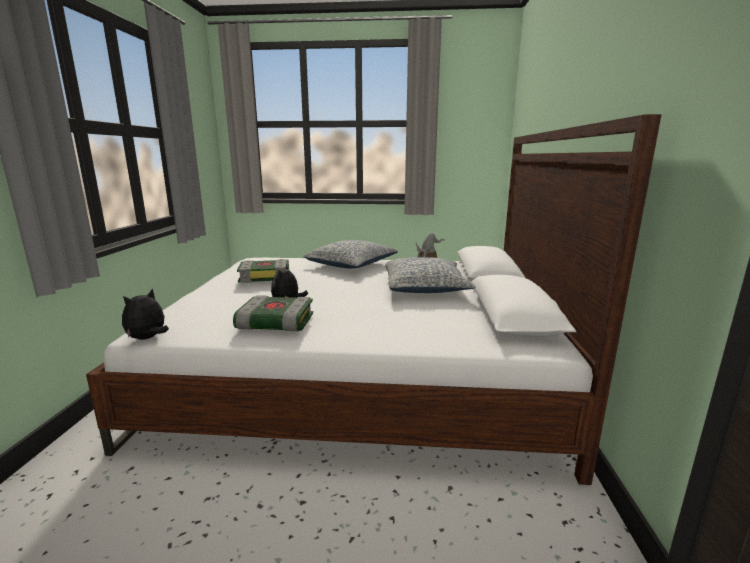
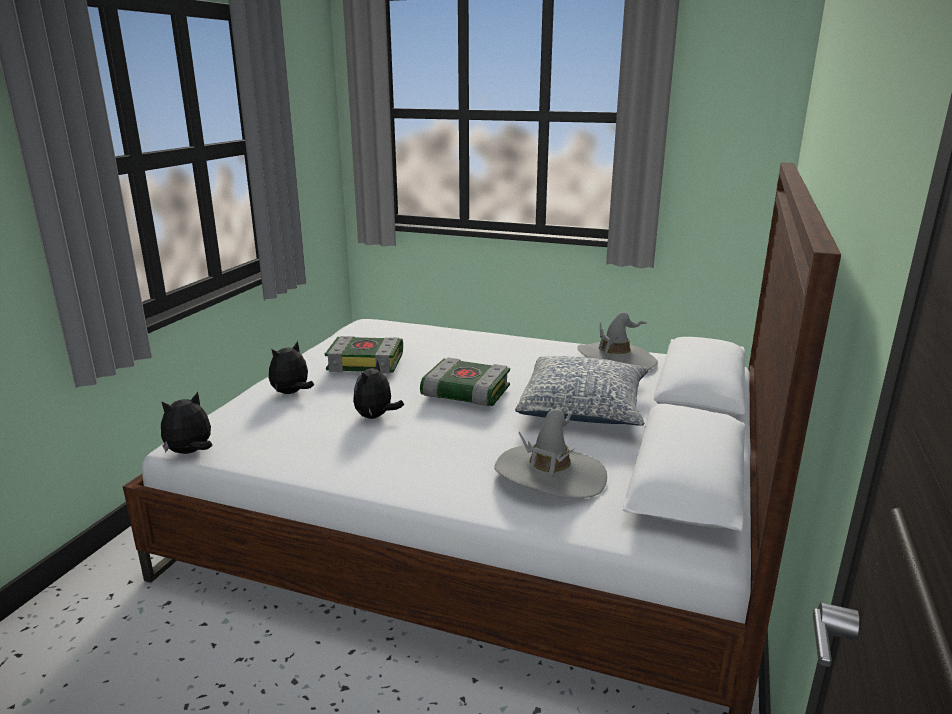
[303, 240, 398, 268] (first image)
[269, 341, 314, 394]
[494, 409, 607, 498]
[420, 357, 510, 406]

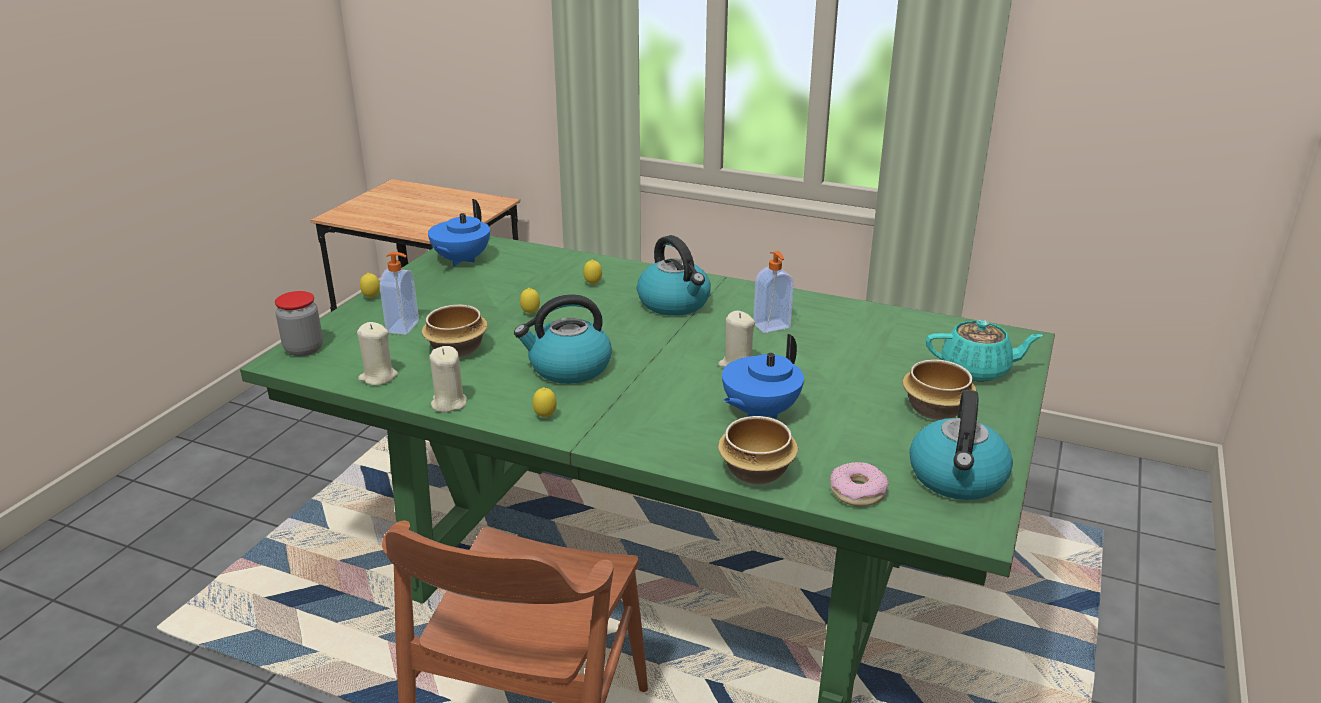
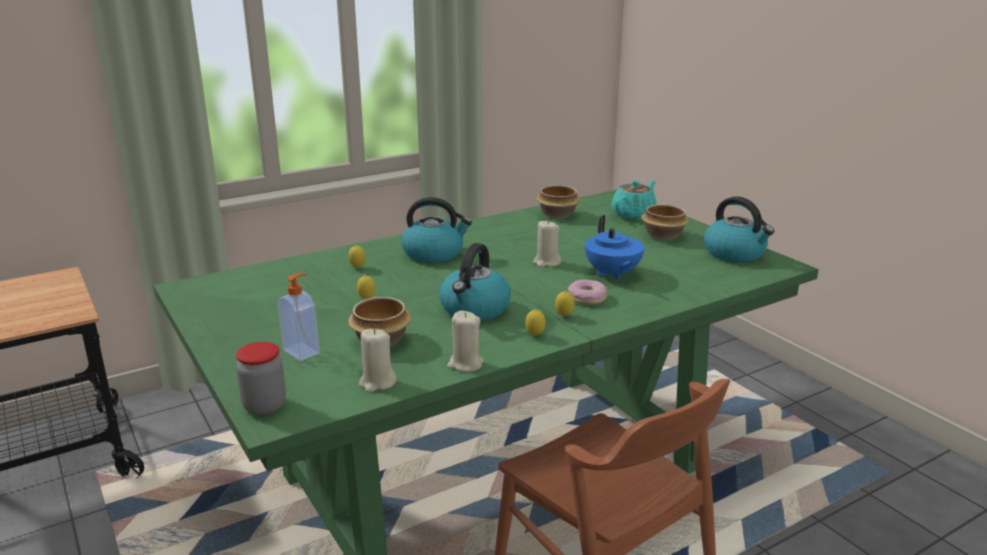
[428, 199, 490, 267] (first image)
[753, 251, 794, 333] (first image)
[555, 291, 574, 317]
[536, 185, 580, 219]
[568, 279, 607, 305]

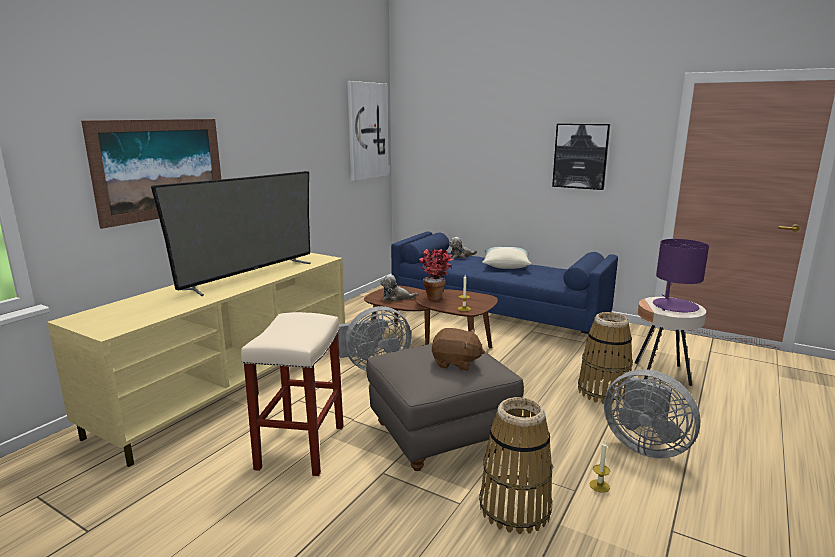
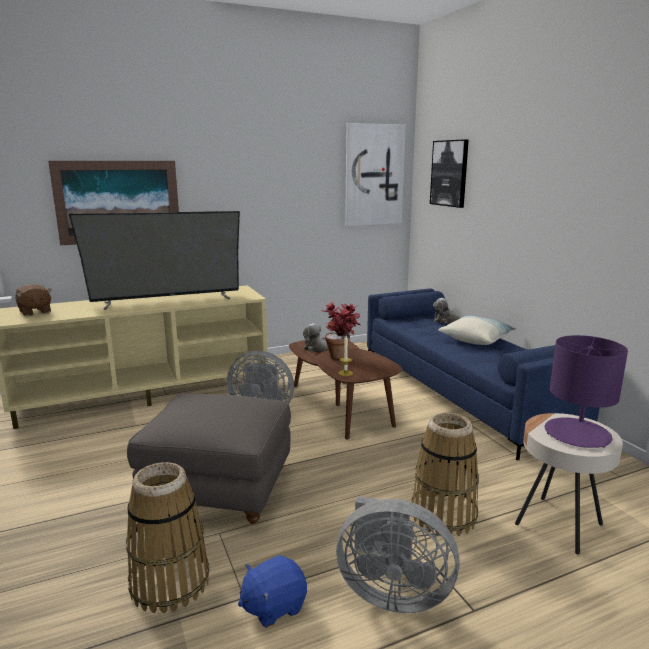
[241, 312, 343, 476] (first image)
[15, 284, 52, 316]
[430, 139, 469, 208]
[238, 555, 307, 628]
[336, 496, 460, 613]

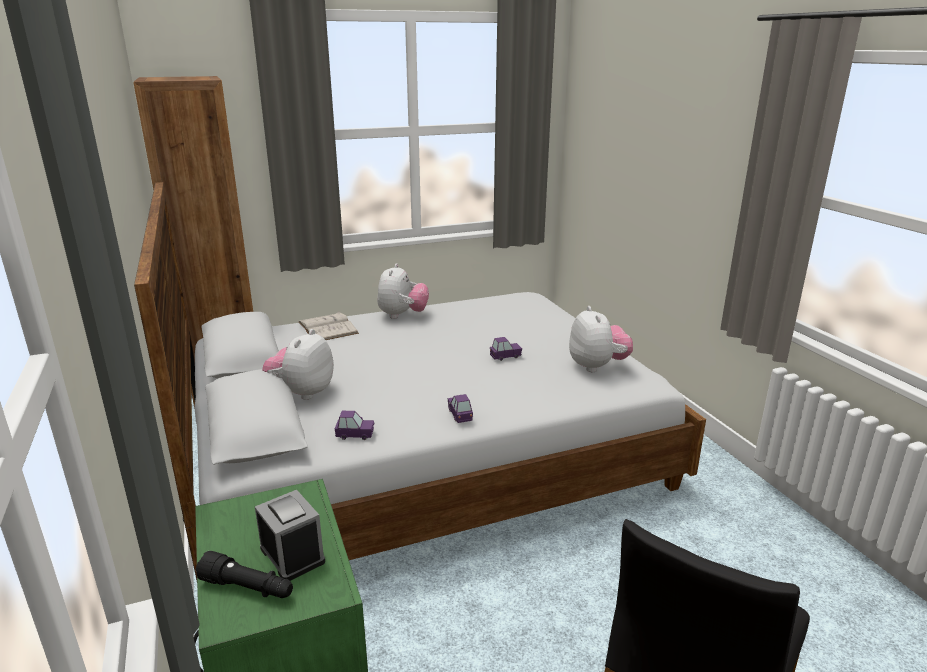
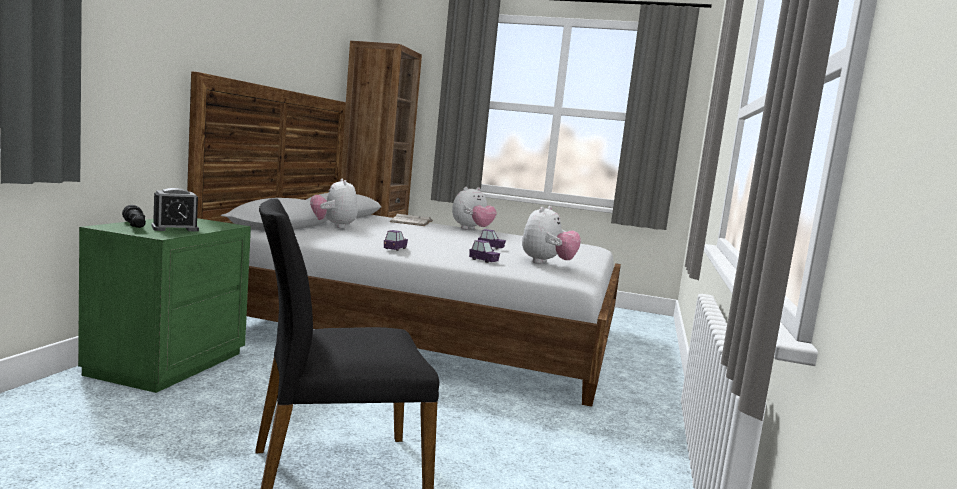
[469, 240, 500, 263]
[151, 188, 199, 231]
[310, 179, 358, 228]

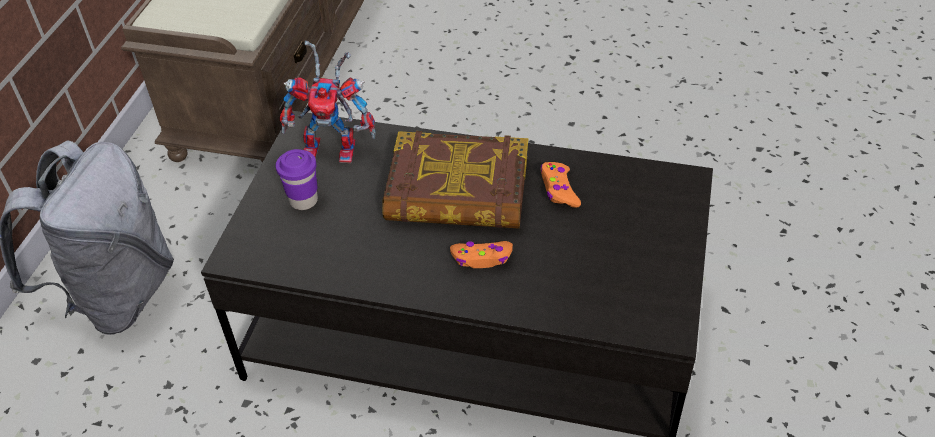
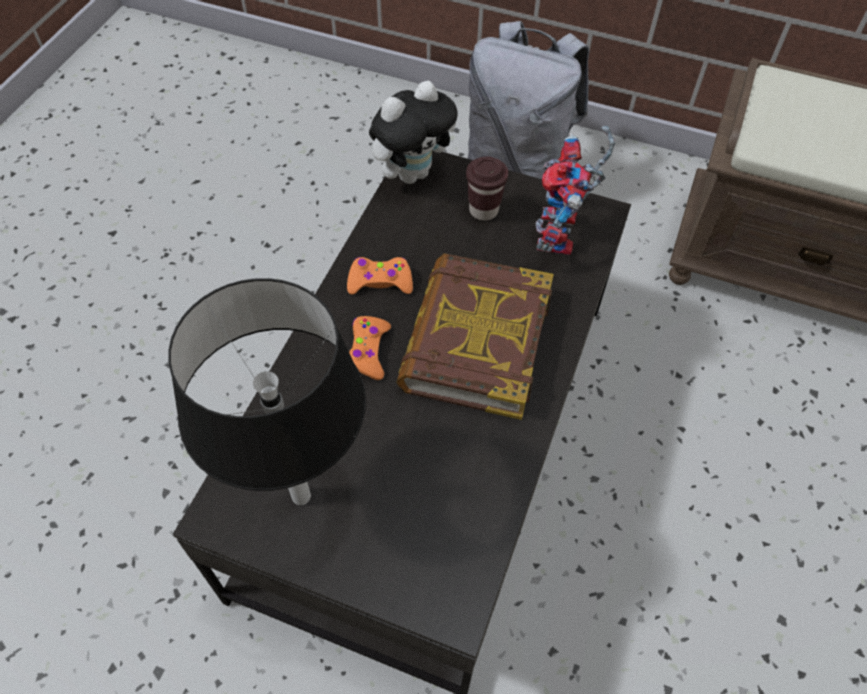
[168, 278, 366, 505]
[369, 81, 458, 184]
[347, 257, 413, 295]
[466, 157, 508, 221]

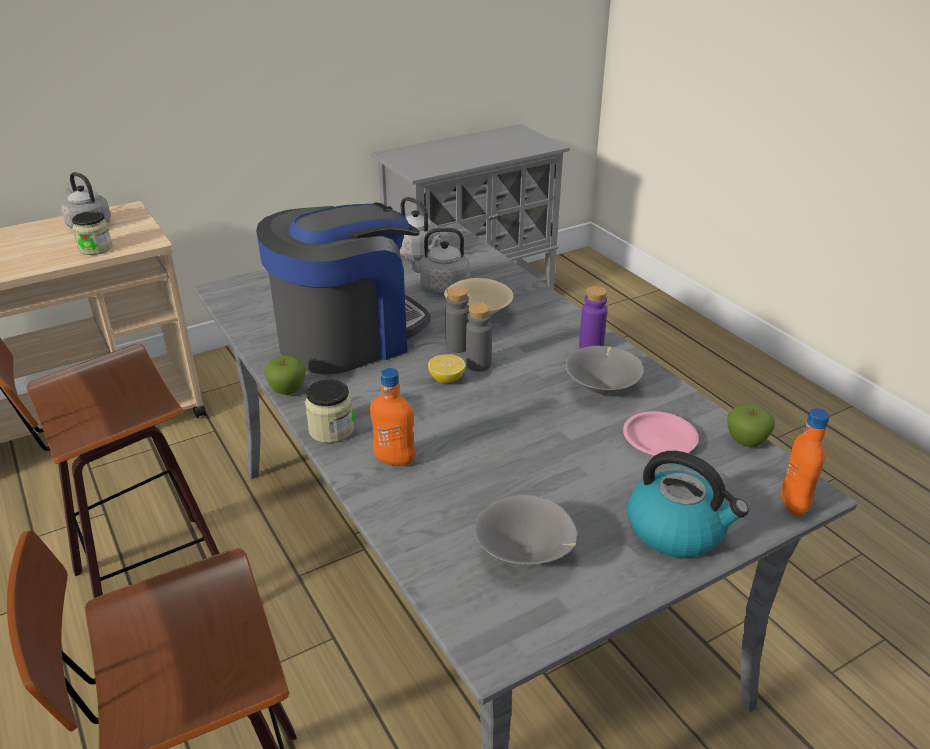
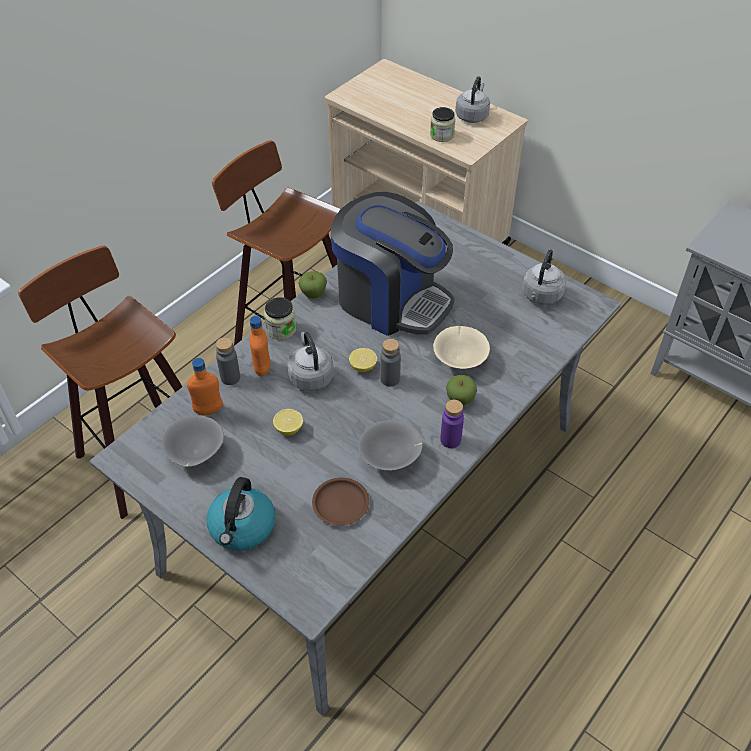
[273, 409, 303, 435]
[287, 332, 334, 391]
[216, 337, 240, 385]
[446, 375, 477, 406]
[187, 358, 223, 415]
[312, 477, 369, 526]

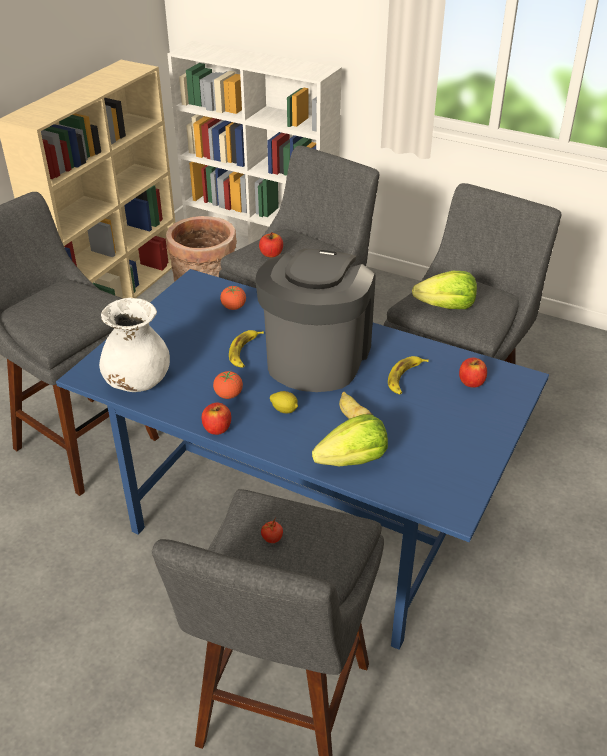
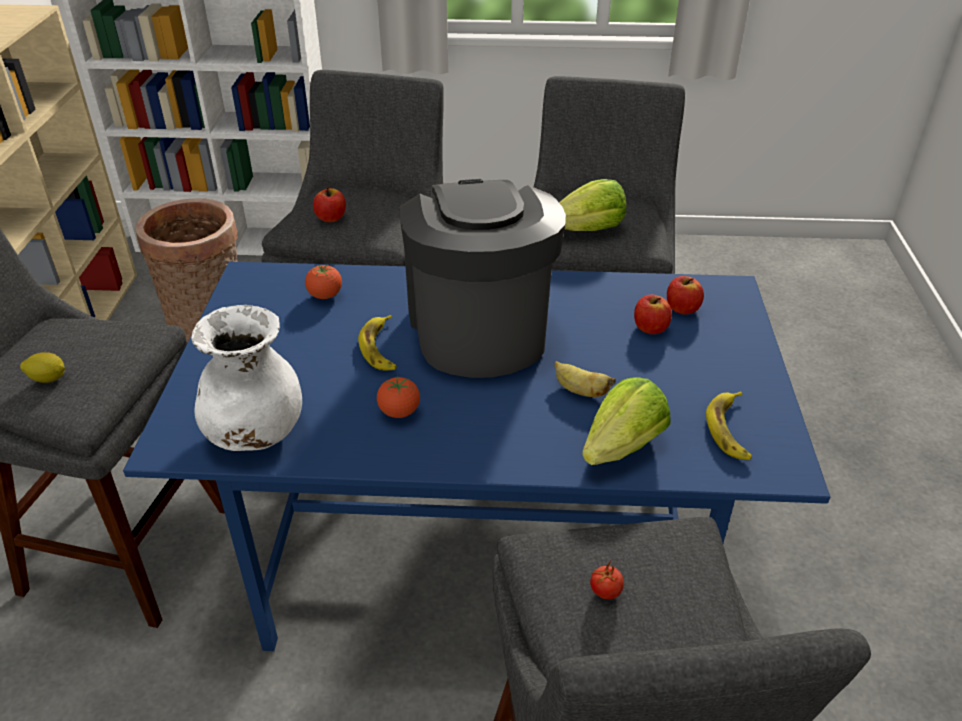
[634, 295, 672, 334]
[20, 352, 65, 383]
[706, 392, 752, 460]

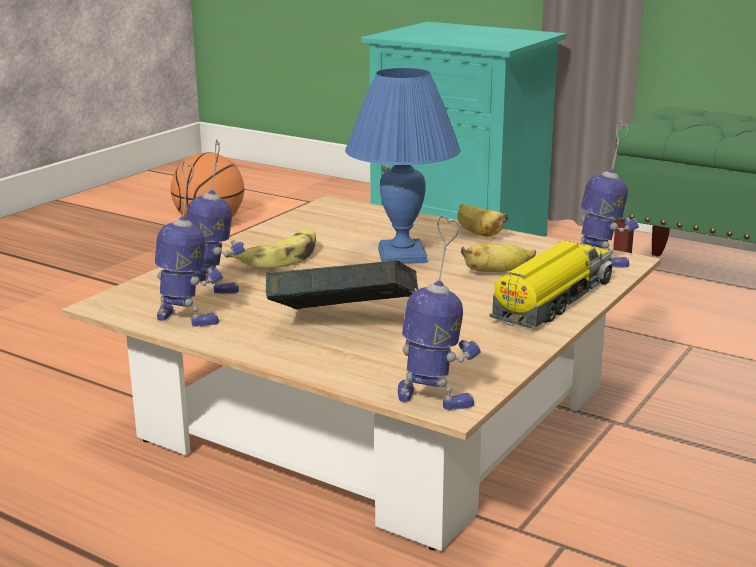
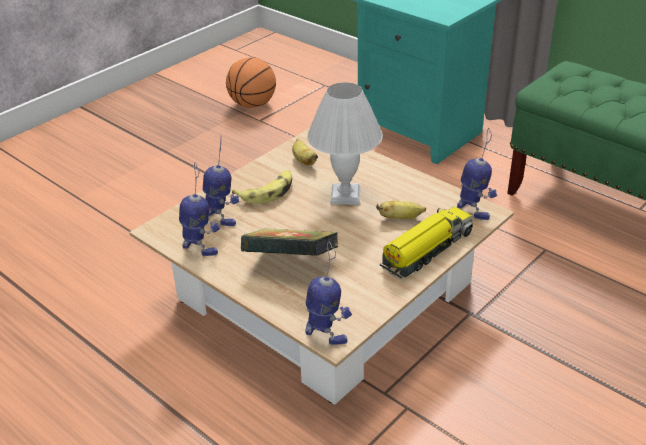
[292, 139, 318, 166]
[307, 82, 383, 205]

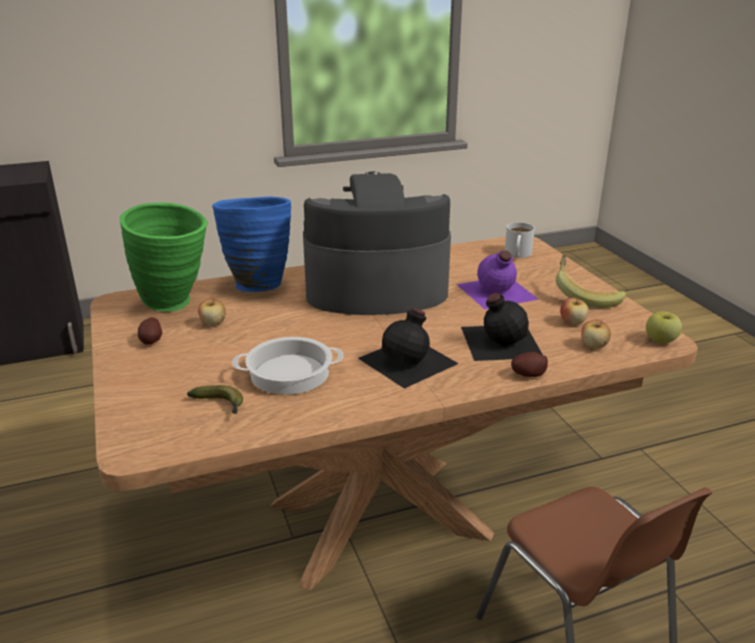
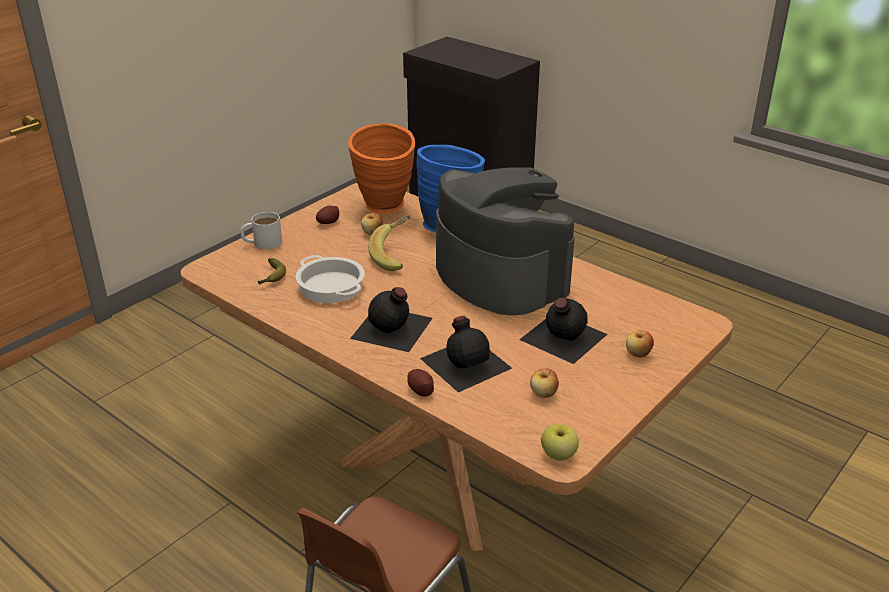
[240, 212, 282, 250]
[368, 215, 411, 271]
[626, 330, 654, 358]
[348, 123, 415, 214]
[519, 297, 607, 364]

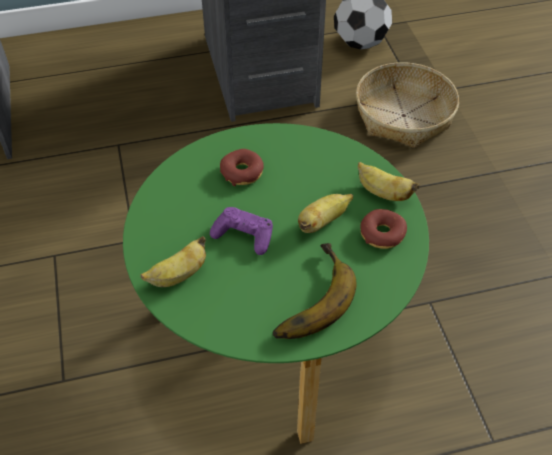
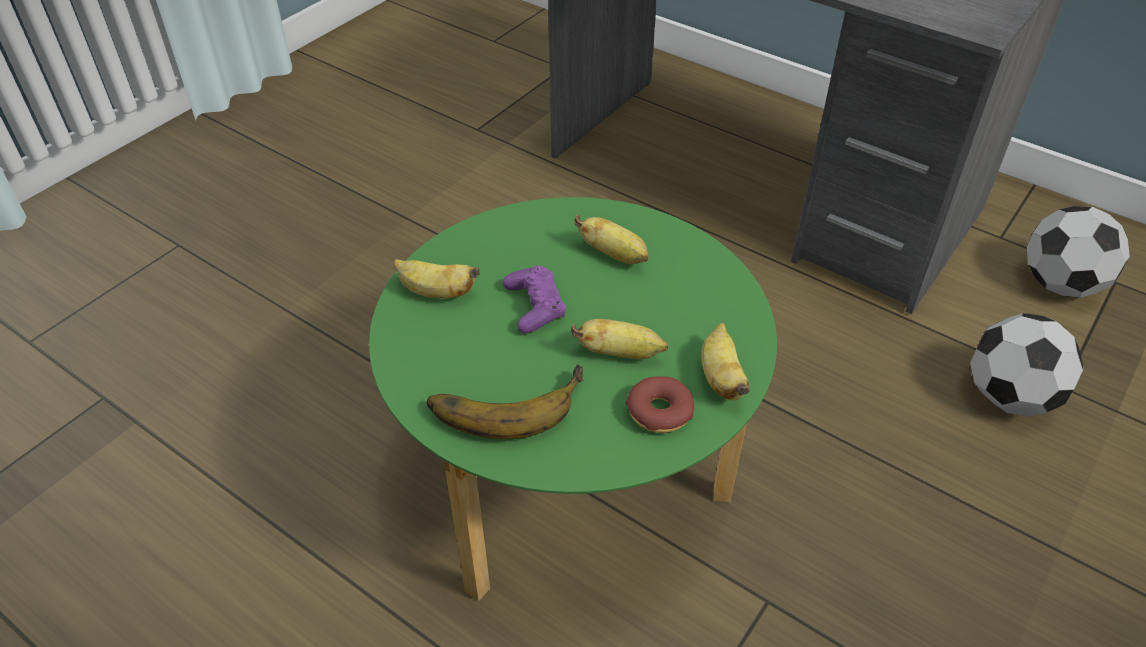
[574, 214, 649, 264]
[970, 313, 1084, 417]

